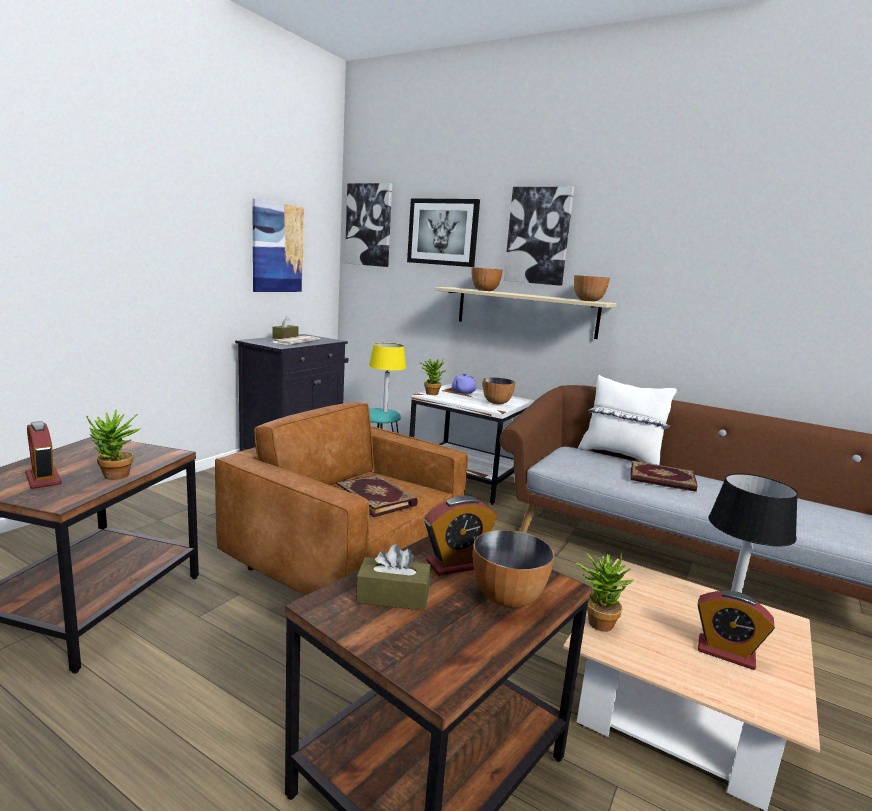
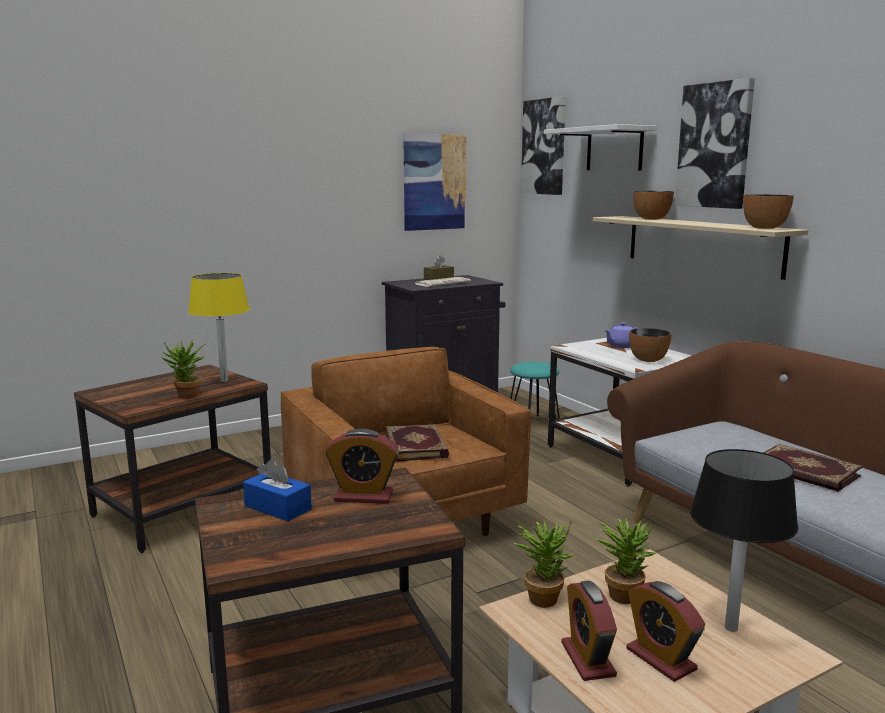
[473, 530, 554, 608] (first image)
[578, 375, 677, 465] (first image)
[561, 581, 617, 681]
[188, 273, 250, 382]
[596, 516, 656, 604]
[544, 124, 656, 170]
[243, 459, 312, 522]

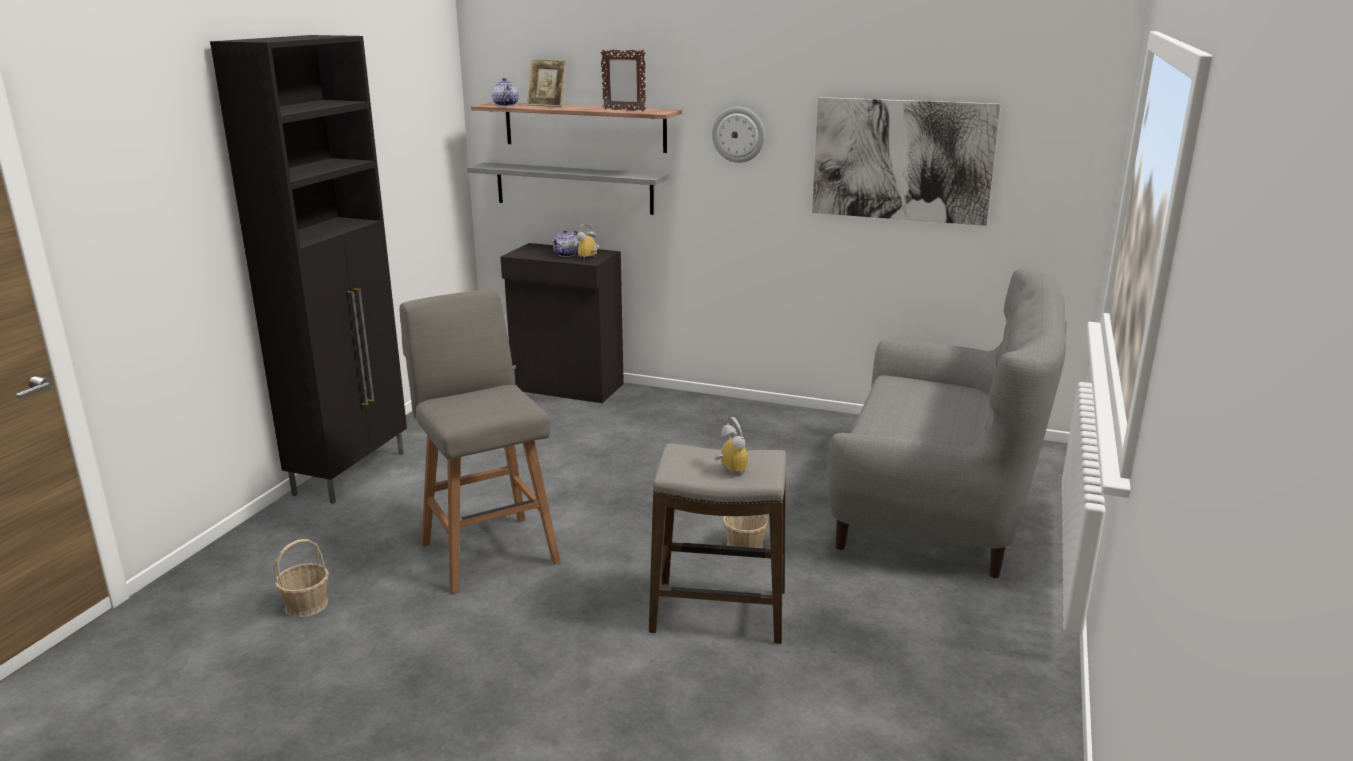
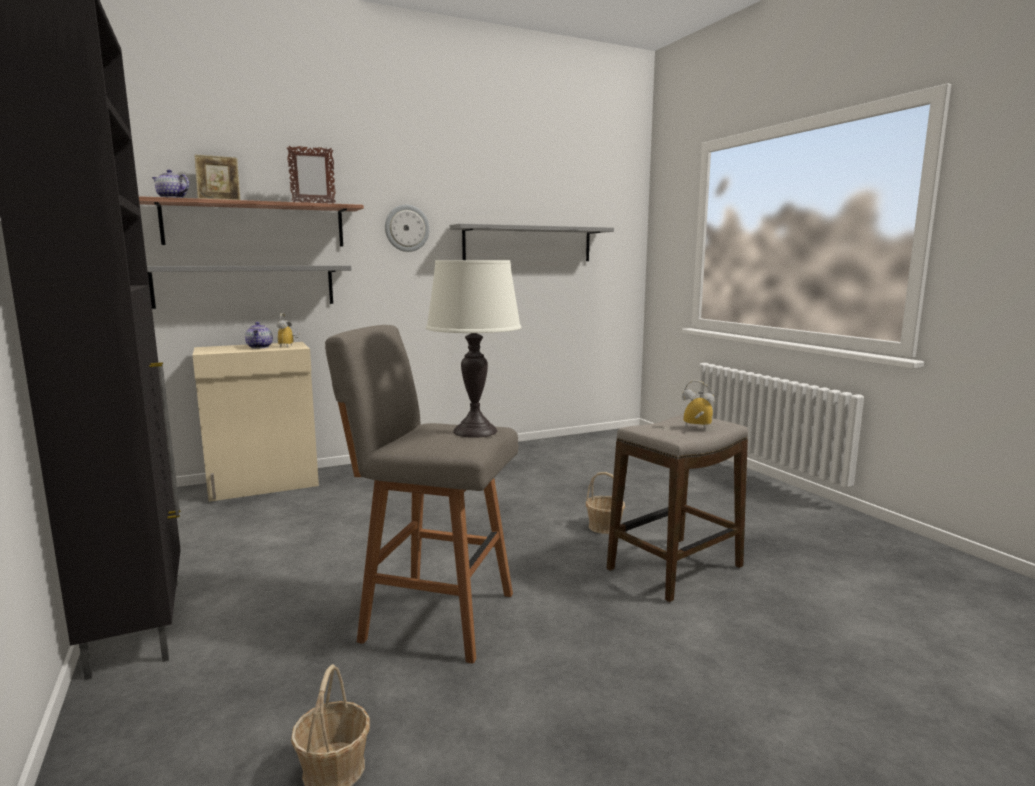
[828, 268, 1067, 578] (first image)
[426, 260, 521, 438]
[450, 224, 614, 261]
[193, 342, 319, 502]

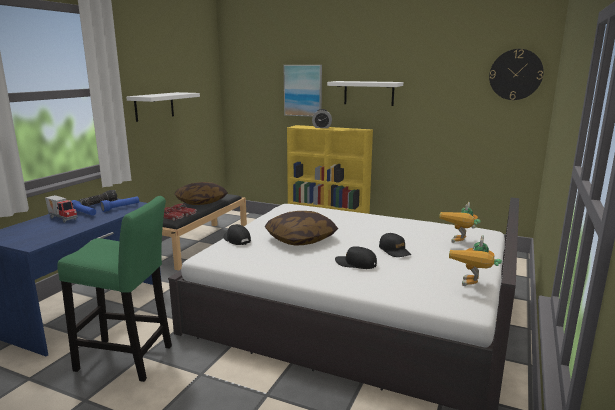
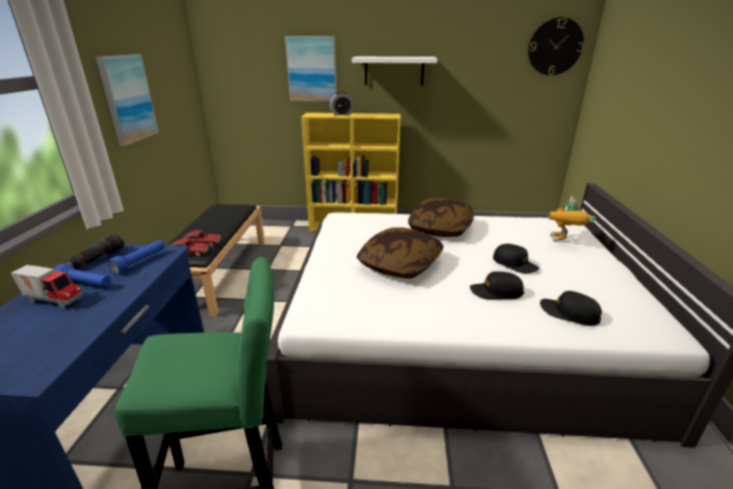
[449, 235, 502, 286] (first image)
[408, 198, 474, 237]
[540, 291, 602, 326]
[96, 54, 159, 146]

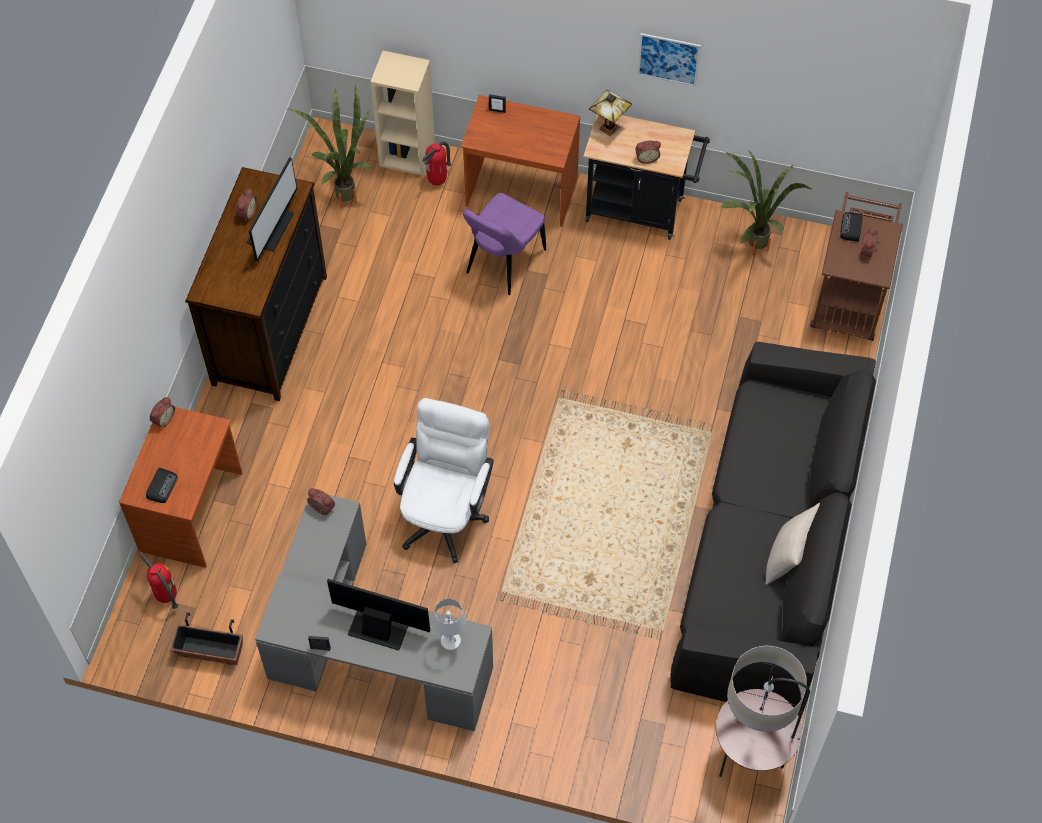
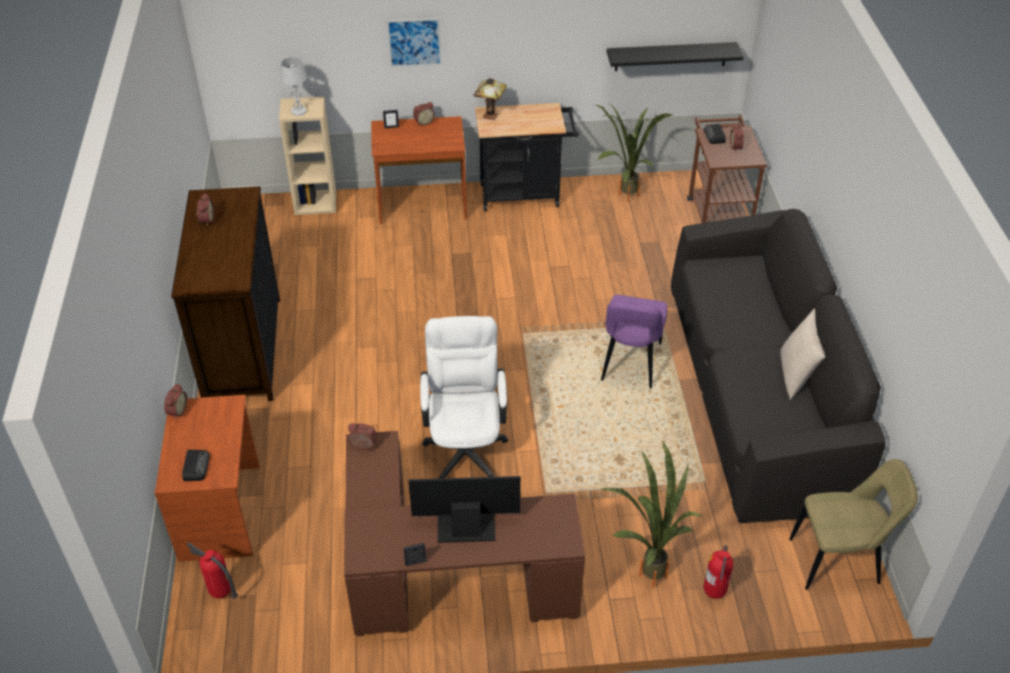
[170, 612, 243, 665] (first image)
[246, 157, 297, 261] (first image)
[607, 42, 744, 71]
[601, 439, 704, 588]
[704, 545, 733, 599]
[281, 57, 307, 116]
[601, 295, 667, 388]
[413, 102, 435, 126]
[387, 18, 442, 67]
[789, 459, 918, 590]
[344, 431, 585, 636]

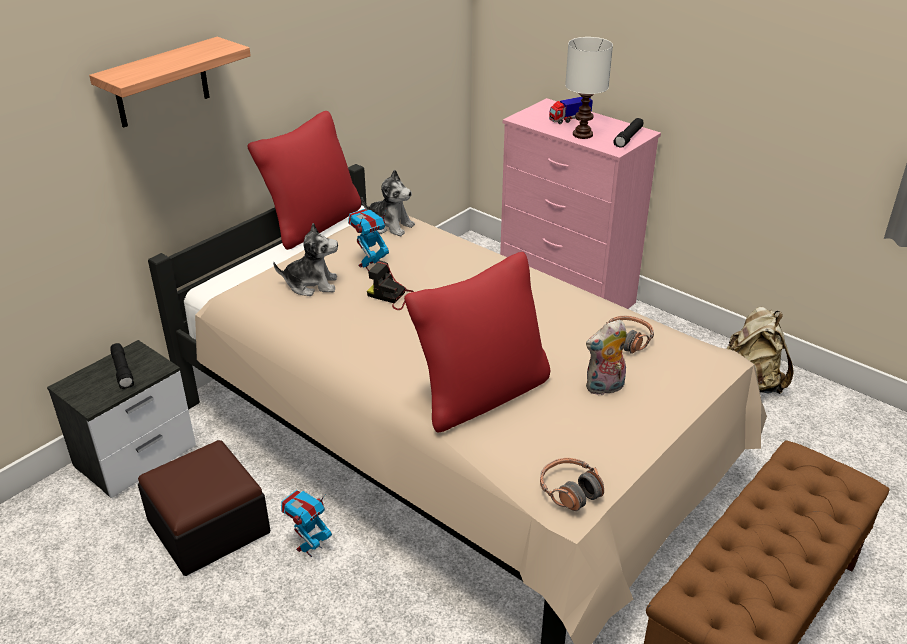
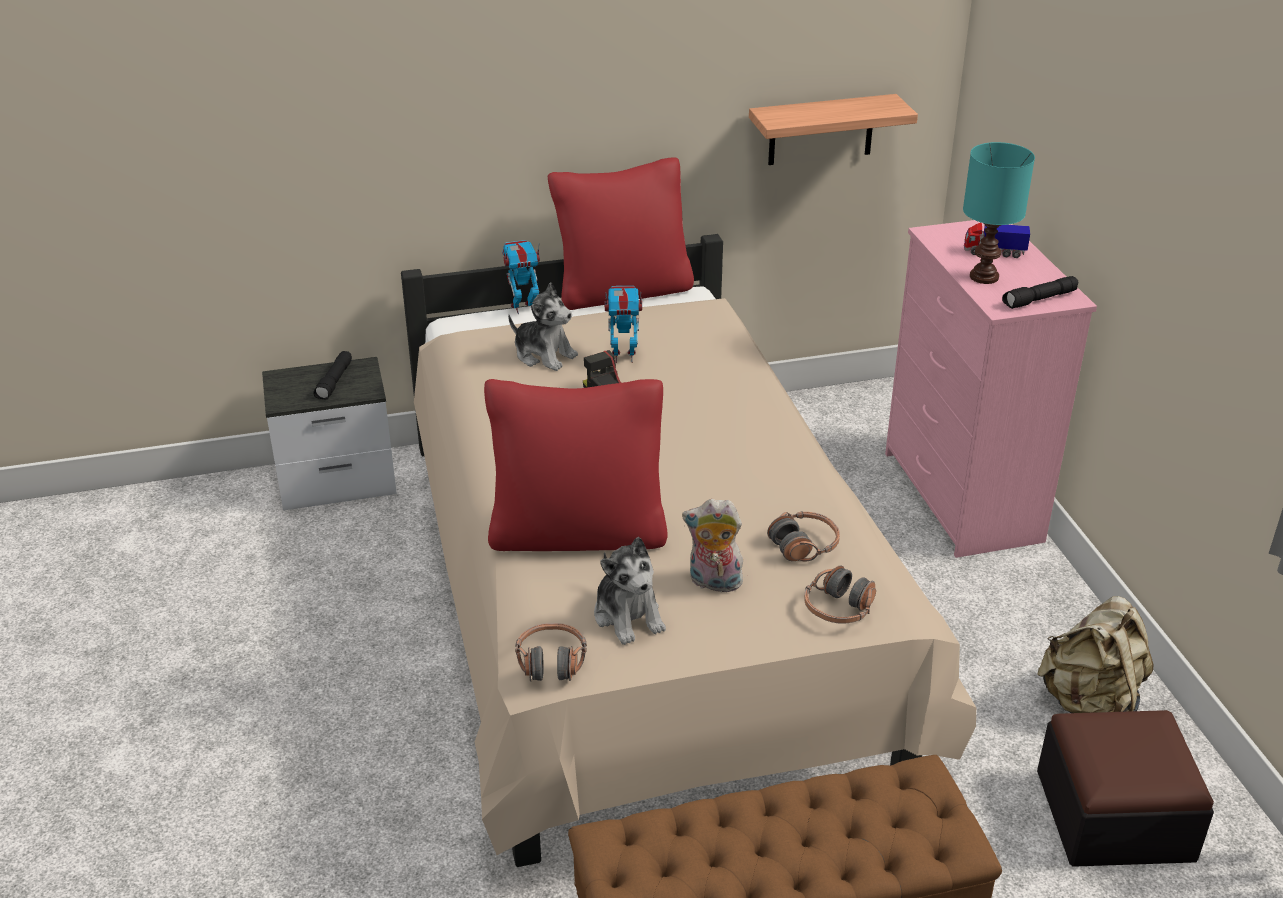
[804, 565, 876, 624]
[749, 94, 918, 165]
[1037, 710, 1214, 867]
[502, 240, 540, 314]
[594, 537, 666, 645]
[963, 142, 1035, 284]

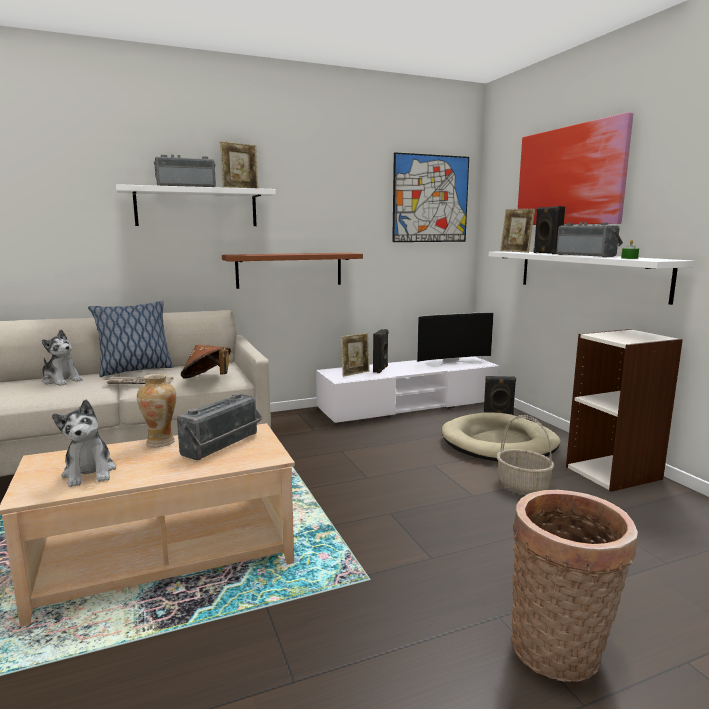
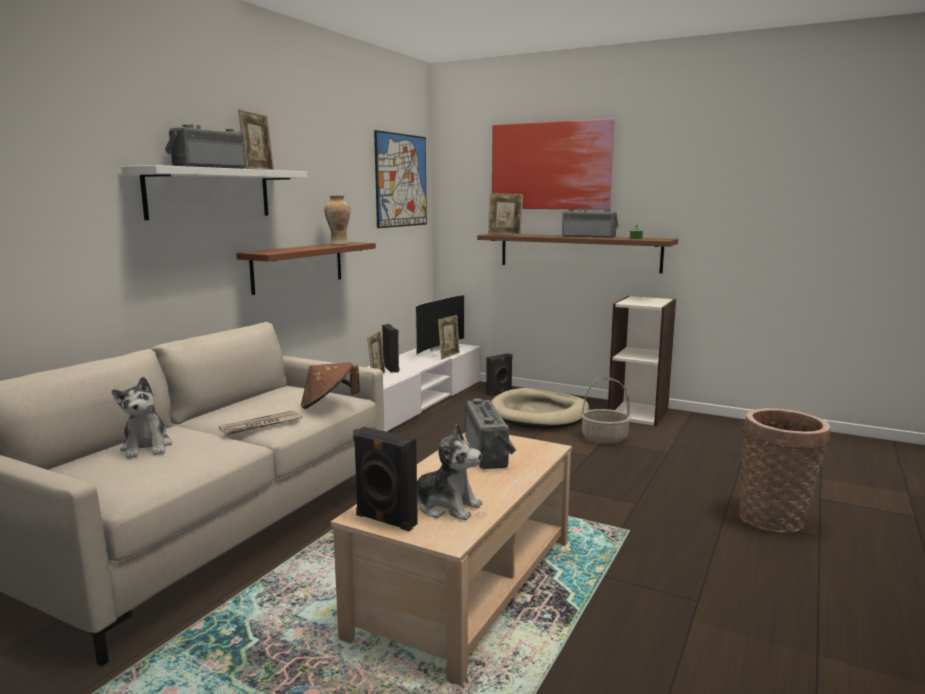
[88, 301, 174, 377] (first image)
[438, 315, 460, 359]
[324, 195, 350, 245]
[353, 427, 418, 531]
[477, 234, 678, 273]
[112, 377, 172, 459]

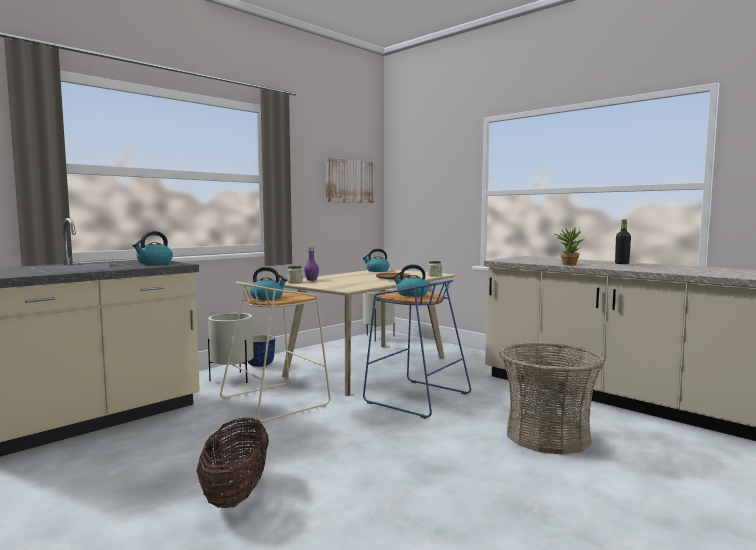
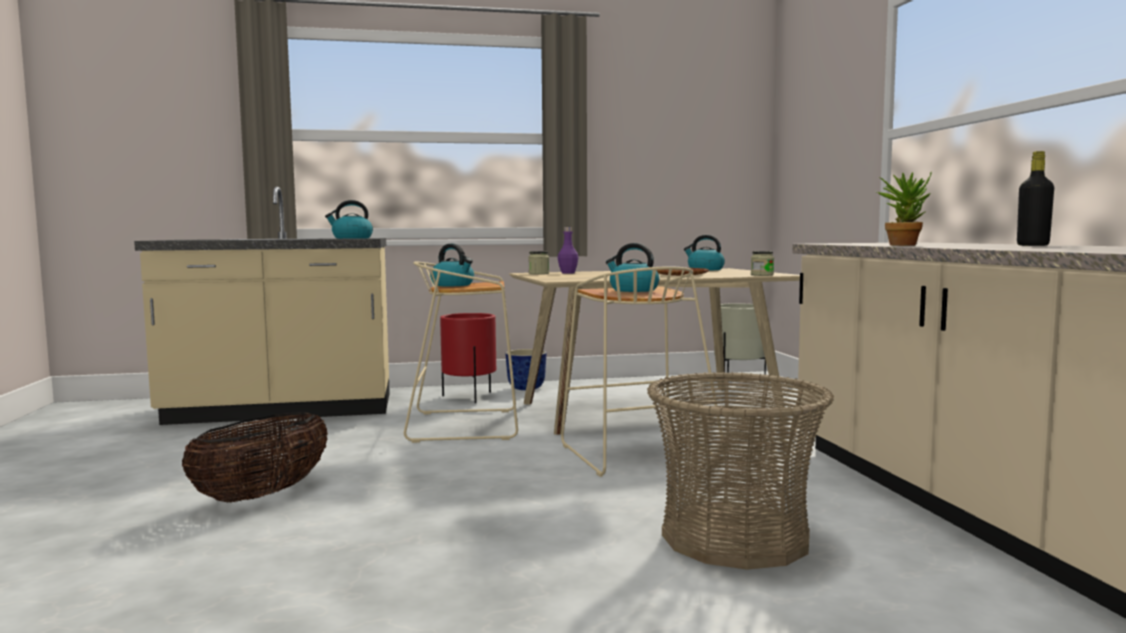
[326, 158, 374, 203] (first image)
[440, 313, 496, 403]
[561, 266, 725, 477]

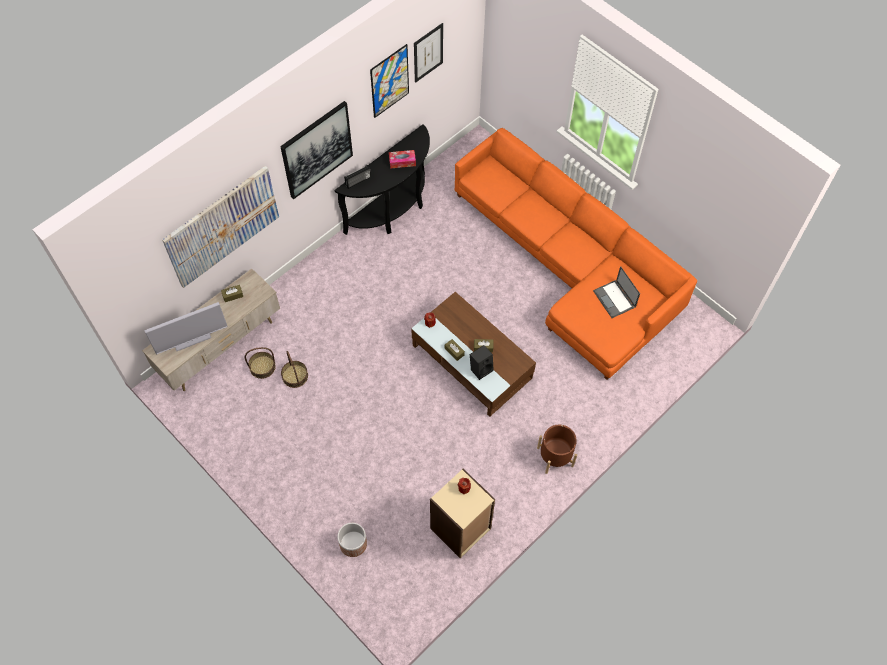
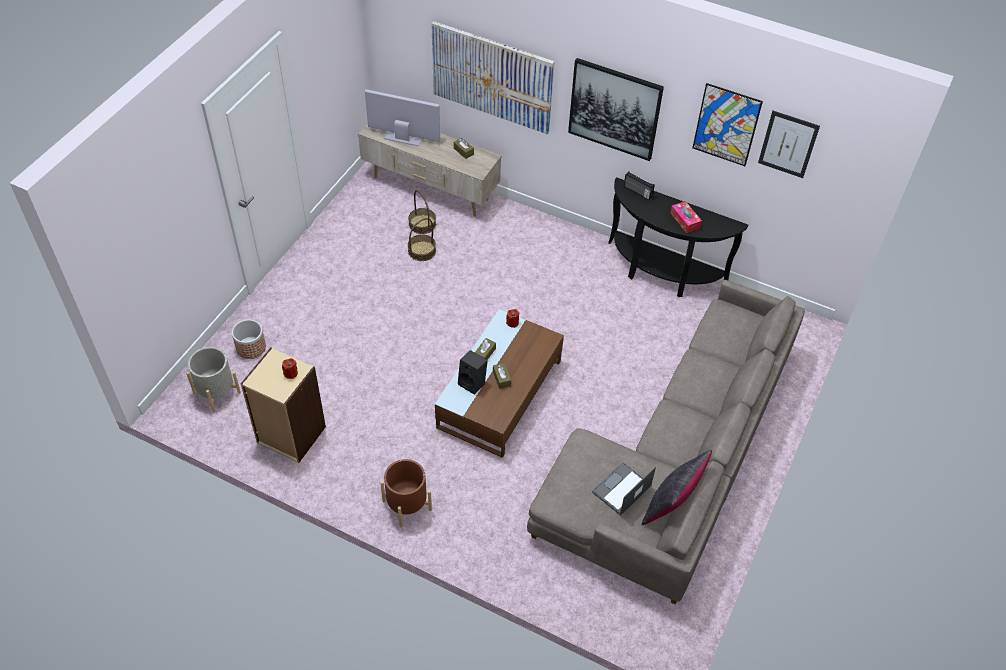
[186, 347, 241, 412]
[642, 450, 712, 525]
[527, 280, 805, 604]
[365, 89, 440, 146]

